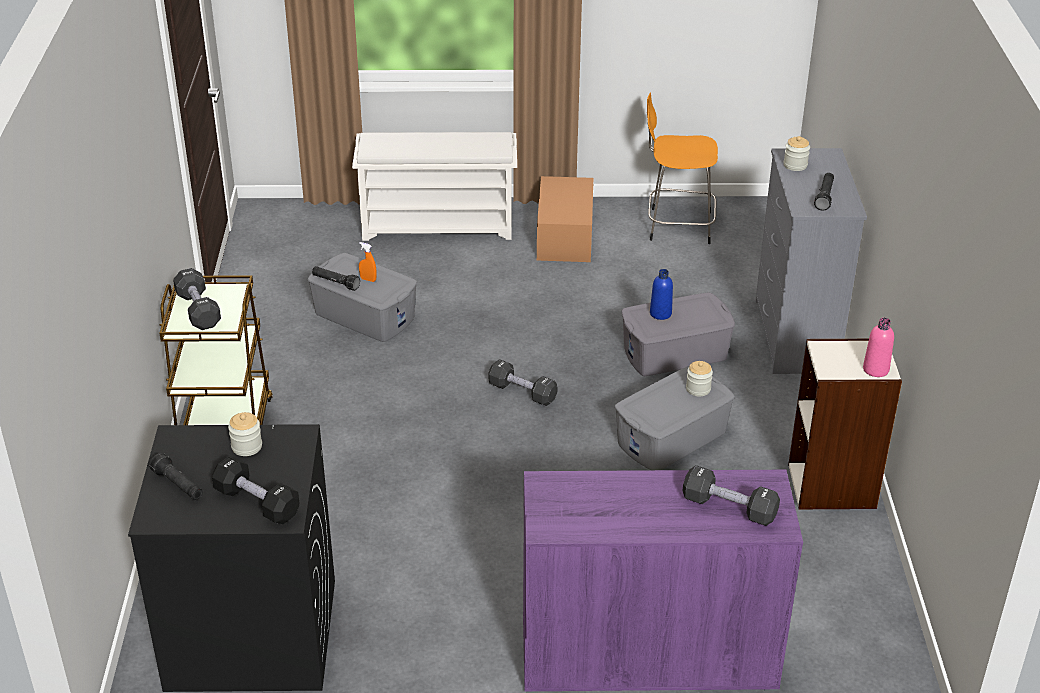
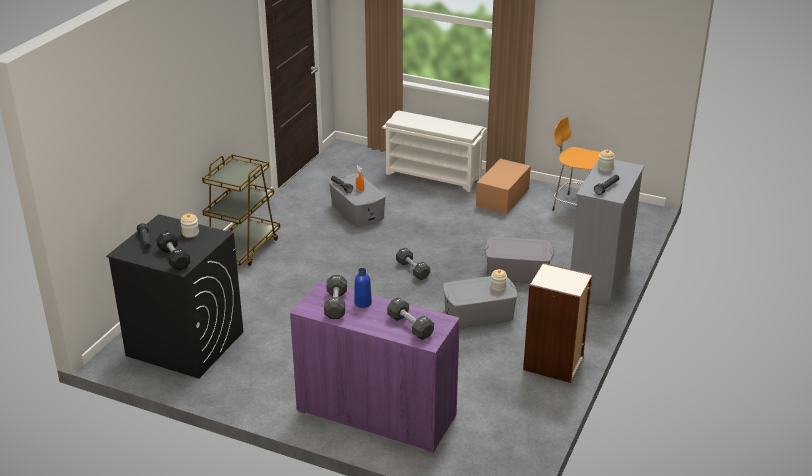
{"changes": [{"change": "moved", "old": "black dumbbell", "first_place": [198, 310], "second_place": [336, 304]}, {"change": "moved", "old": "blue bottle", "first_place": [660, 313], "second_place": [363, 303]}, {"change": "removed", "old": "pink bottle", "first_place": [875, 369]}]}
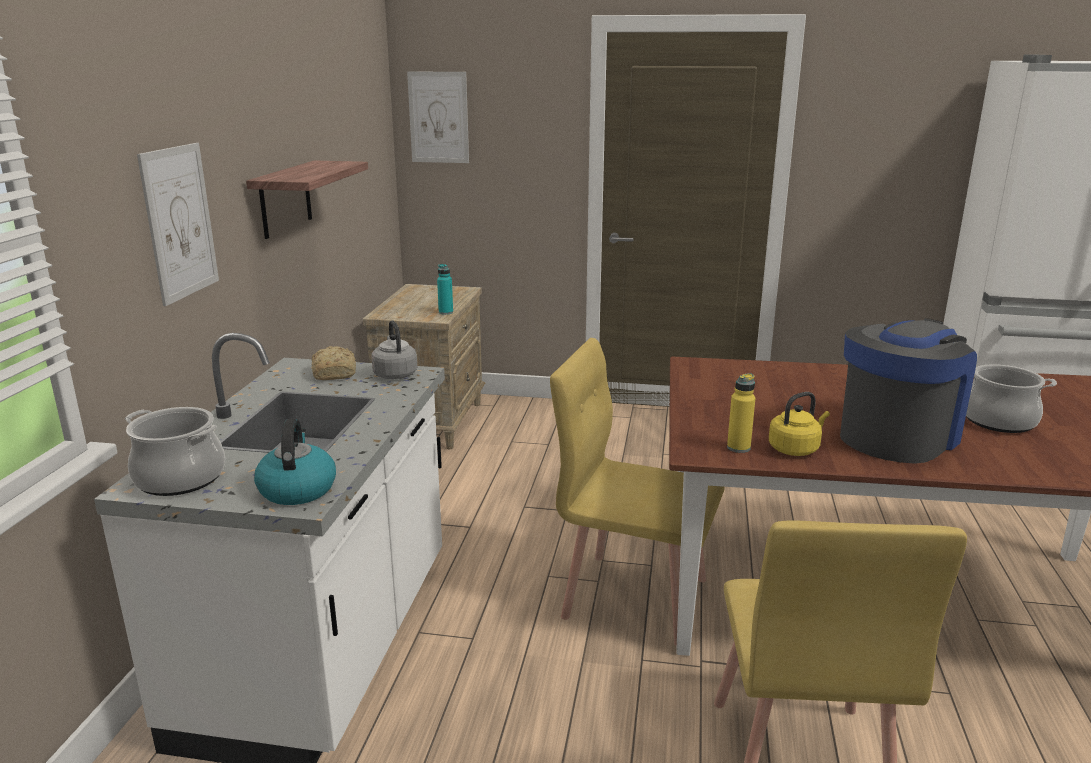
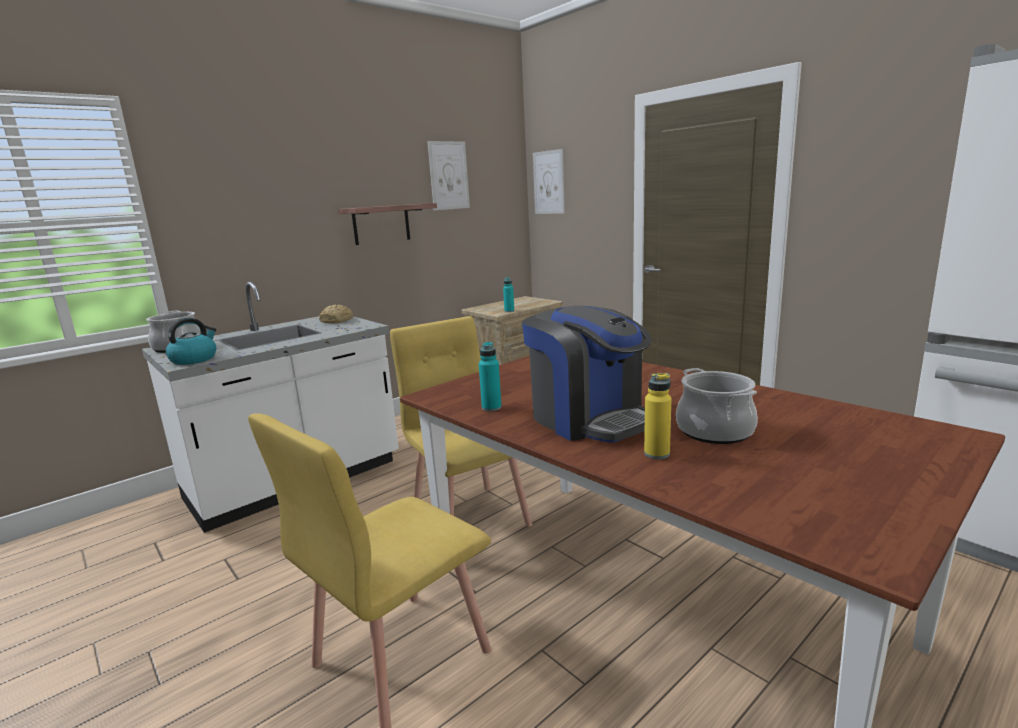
{"changes": [{"change": "moved", "old": "picture", "first_place": [179, 222], "second_place": [449, 175]}, {"change": "removed", "old": "grey kettle", "first_place": [394, 374]}, {"change": "moved", "old": "yellow bottle", "first_place": [738, 448], "second_place": [656, 454]}, {"change": "replaced", "old": "yellow kettle", "new": "turquoise bottle", "first_place": [795, 449], "second_place": [491, 408]}, {"change": "turned", "old": "coffee machine", "first_place": [897, 436], "second_place": [589, 419], "degrees": 60}]}
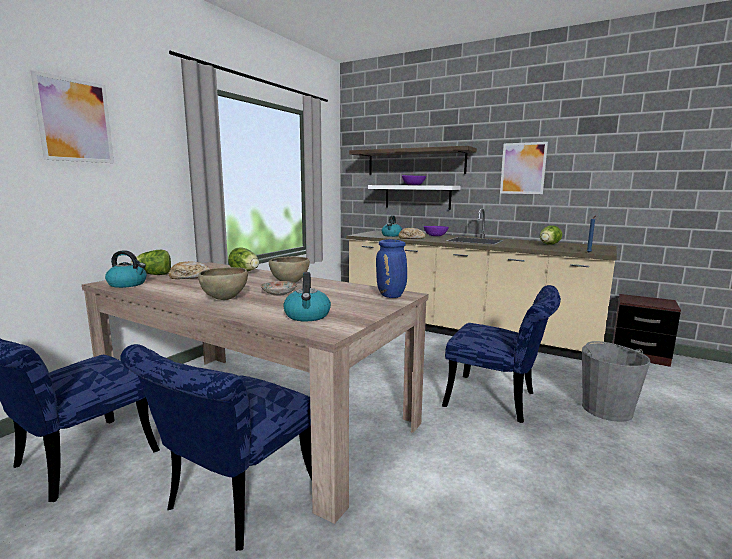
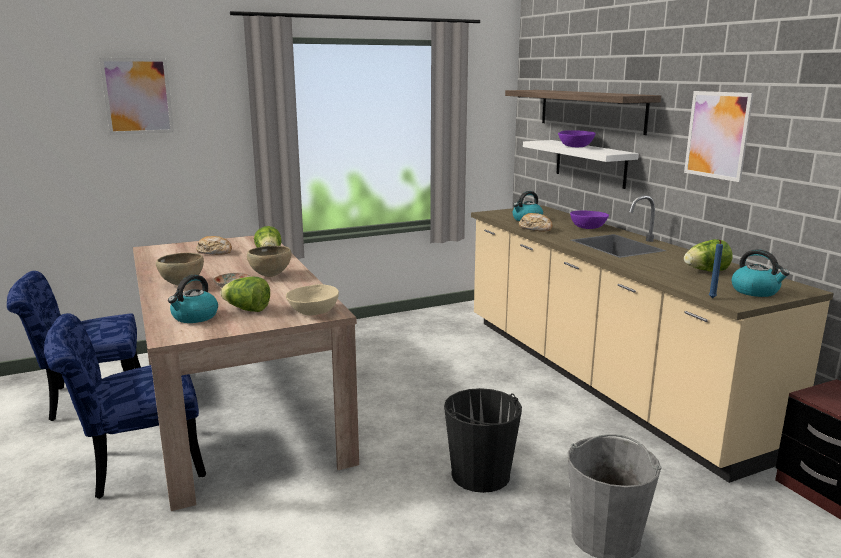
{"changes": [{"change": "moved", "old": "kettle", "first_place": [128, 284], "second_place": [755, 291]}, {"change": "moved", "old": "lettuce", "first_place": [154, 275], "second_place": [247, 309]}, {"change": "replaced", "old": "blue vase", "new": "beige bowl", "first_place": [391, 296], "second_place": [313, 312]}, {"change": "replaced", "old": "blue chair", "new": "black bucket", "first_place": [498, 401], "second_place": [481, 475]}]}
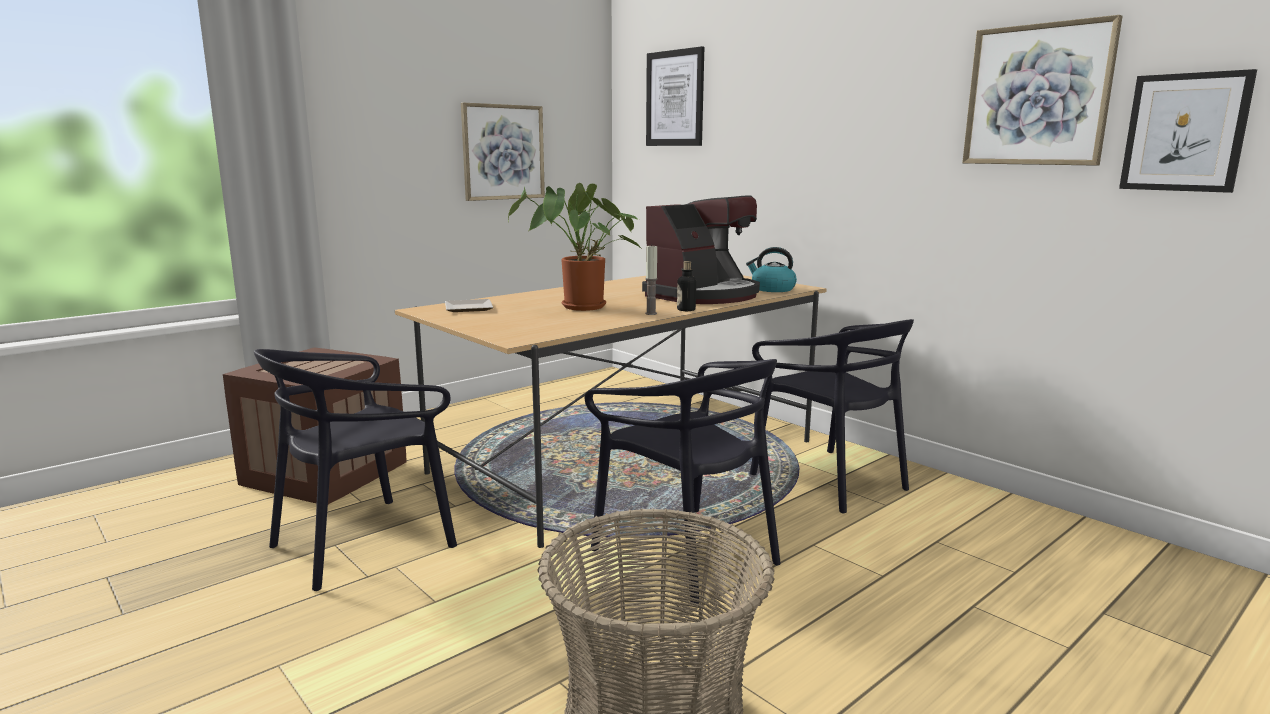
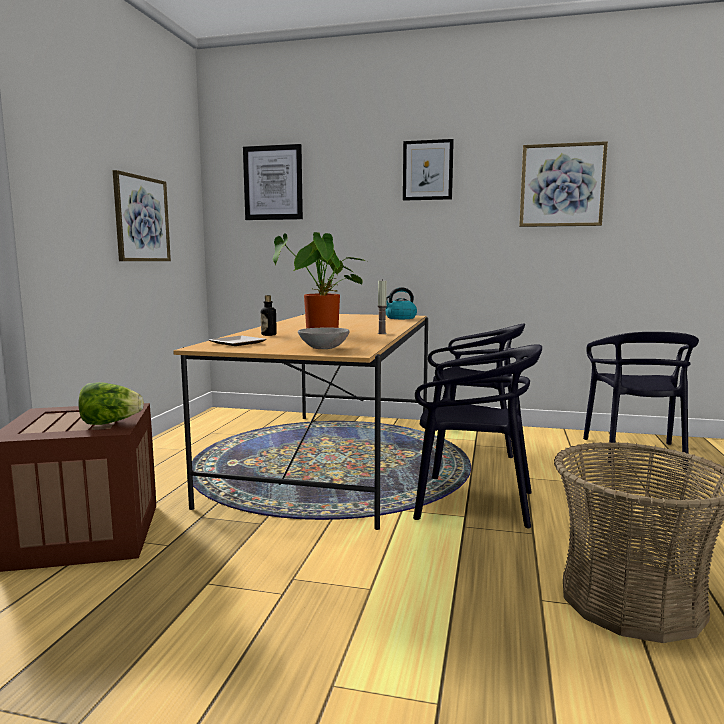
{"changes": [{"change": "moved", "old": "black chair", "first_place": [363, 543], "second_place": [635, 453]}, {"change": "removed", "old": "coffee machine", "first_place": [703, 295]}, {"change": "moved", "old": "bottle", "first_place": [686, 310], "second_place": [268, 335]}, {"change": "moved", "old": "picture", "first_place": [1184, 132], "second_place": [427, 170]}, {"change": "added", "new": "lettuce", "second_place": [110, 423]}, {"change": "added", "new": "grey bowl", "second_place": [323, 348]}]}
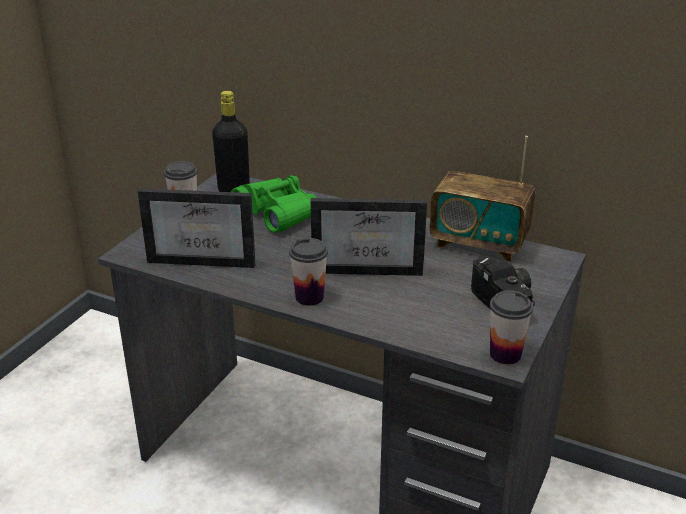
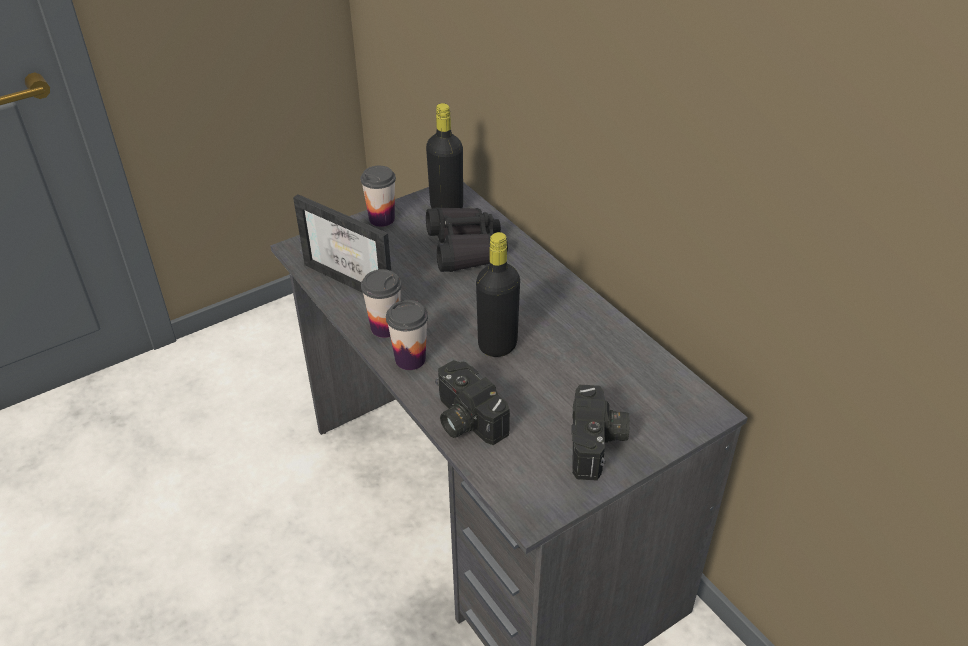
{"changes": [{"change": "recoloured", "old": "green binoculars", "new": "black binoculars", "first_place": [278, 213], "second_place": [465, 248]}, {"change": "replaced", "old": "picture frame", "new": "black bottle", "first_place": [369, 267], "second_place": [497, 345]}, {"change": "removed", "old": "radio", "first_place": [479, 244]}, {"change": "moved", "old": "cup", "first_place": [505, 354], "second_place": [385, 327]}, {"change": "added", "new": "photo camera", "second_place": [464, 419]}]}
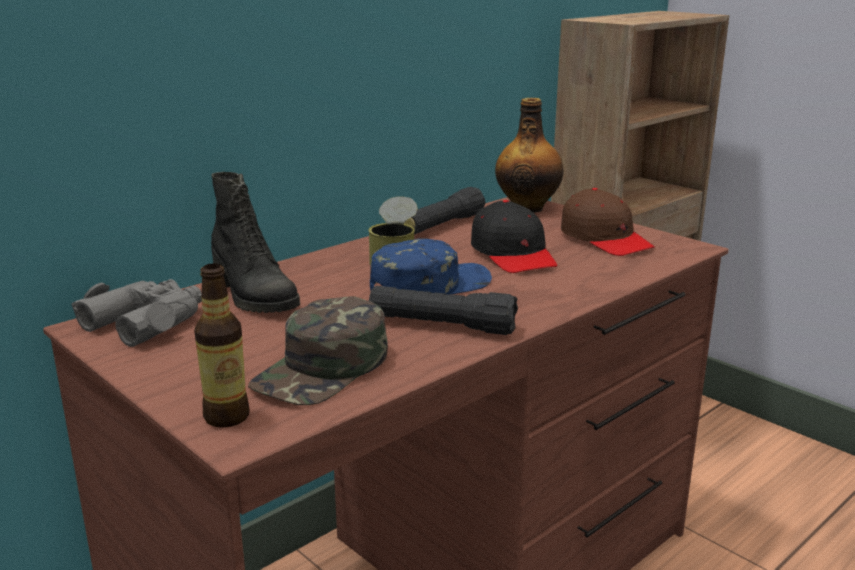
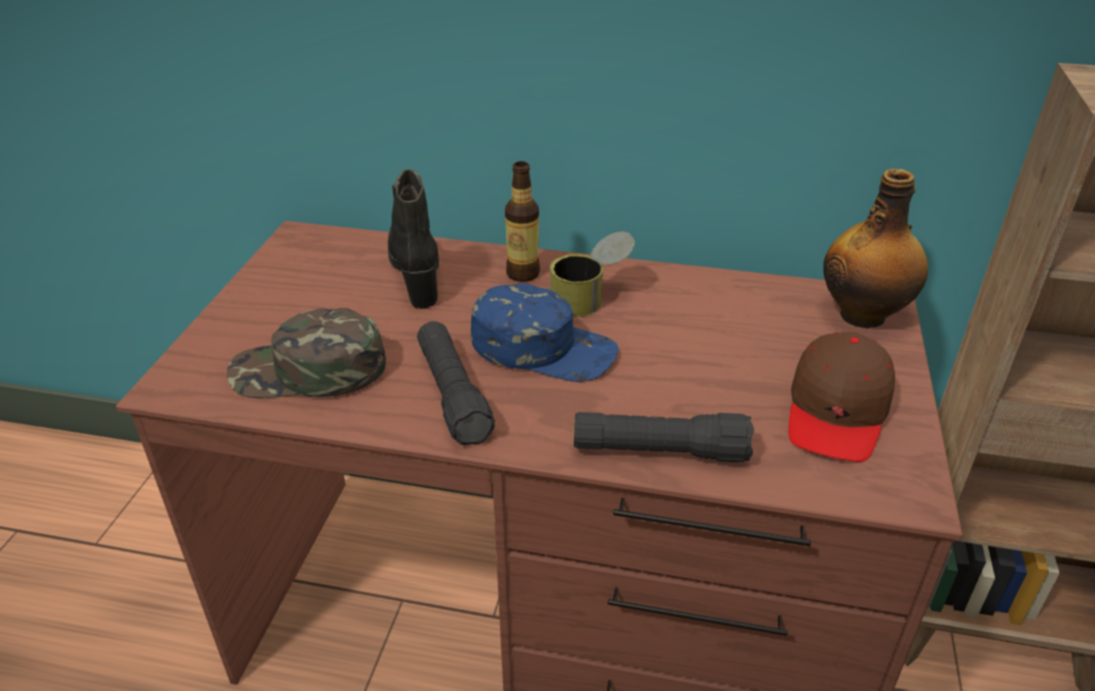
{"changes": [{"change": "removed", "old": "grey binoculars", "first_place": [147, 321]}, {"change": "moved", "old": "bottle", "first_place": [227, 417], "second_place": [523, 273]}, {"change": "turned", "old": "black boot", "first_place": [253, 297], "second_place": [416, 272], "degrees": 150}, {"change": "moved", "old": "black flashlight", "first_place": [443, 225], "second_place": [659, 451]}, {"change": "removed", "old": "black cap", "first_place": [513, 254]}]}
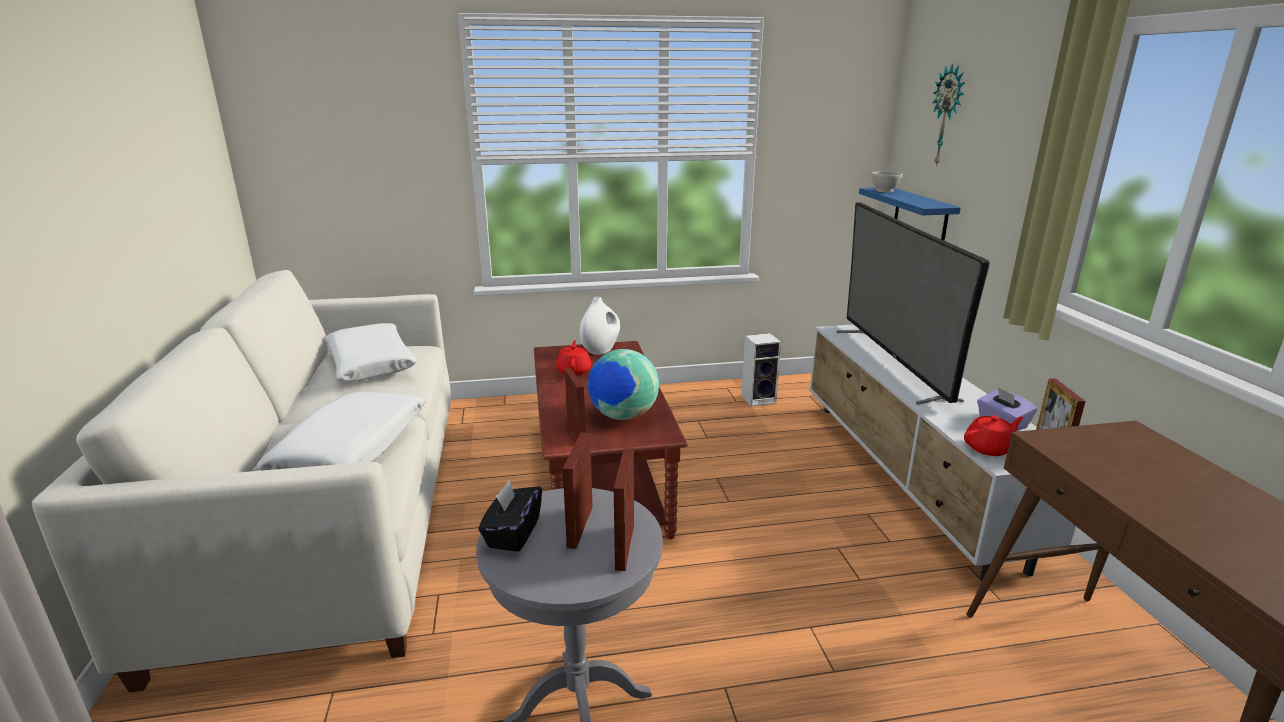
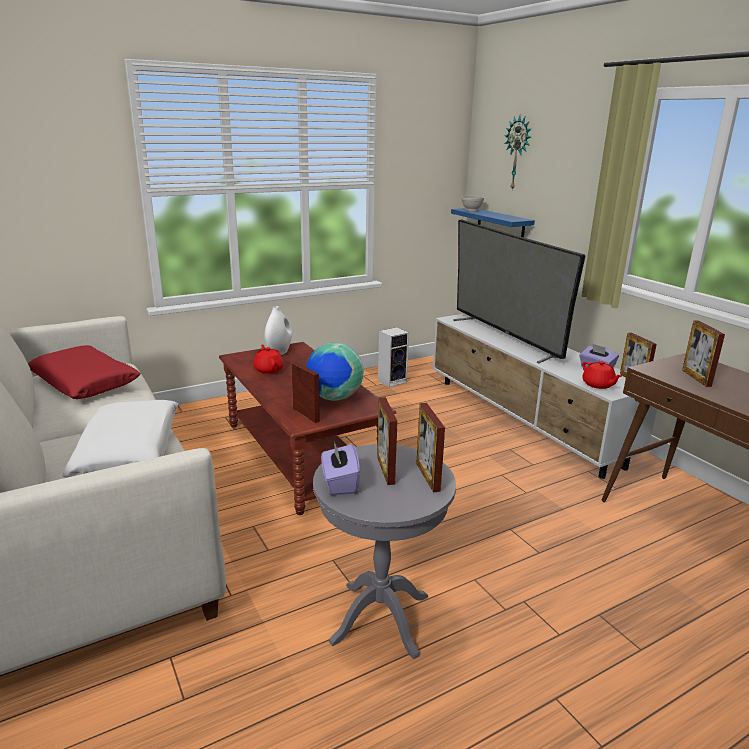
{"changes": [{"change": "recoloured", "old": "white pillow", "new": "red pillow", "first_place": [371, 364], "second_place": [85, 382]}, {"change": "recoloured", "old": "black tissue box", "new": "purple tissue box", "first_place": [513, 533], "second_place": [340, 483]}, {"change": "turned", "old": "red teapot", "first_place": [989, 448], "second_place": [598, 385], "degrees": 105}, {"change": "added", "new": "picture frame", "second_place": [696, 378]}]}
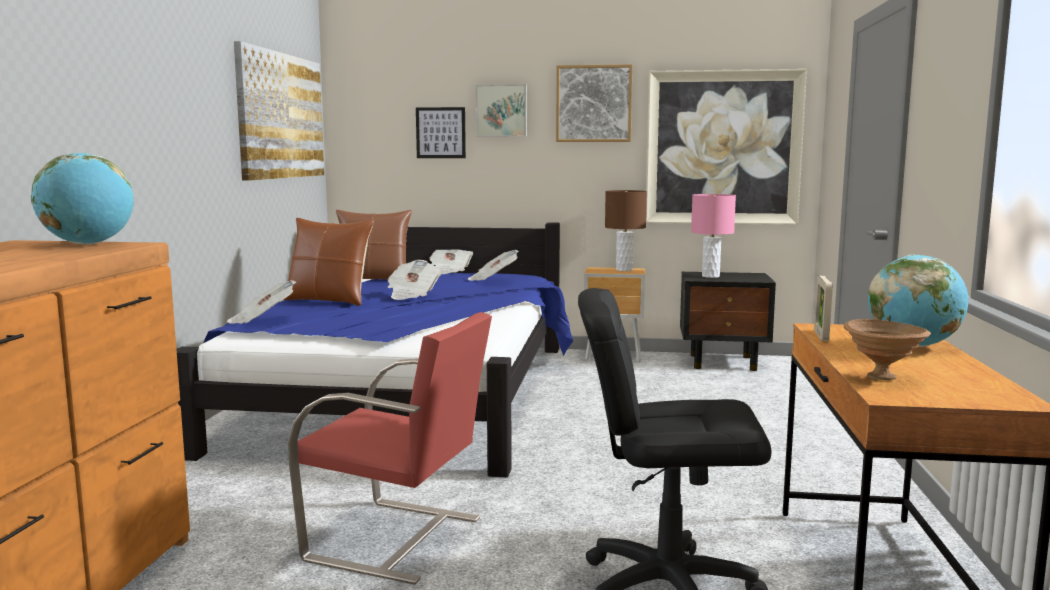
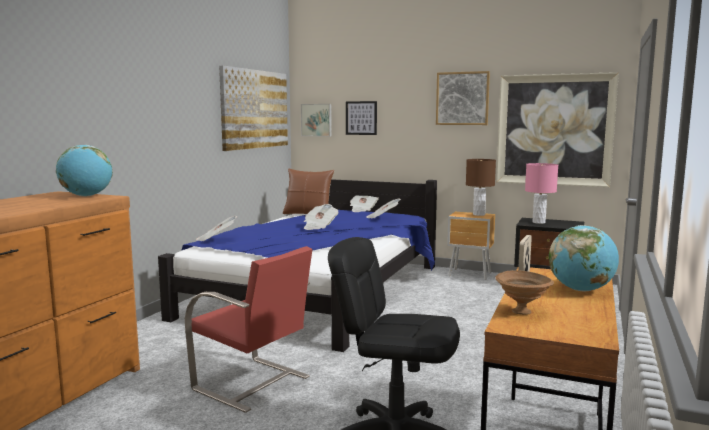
{"changes": [{"change": "removed", "old": "brown pillow", "first_place": [328, 300]}, {"change": "moved", "old": "picture", "first_place": [501, 111], "second_place": [316, 120]}]}
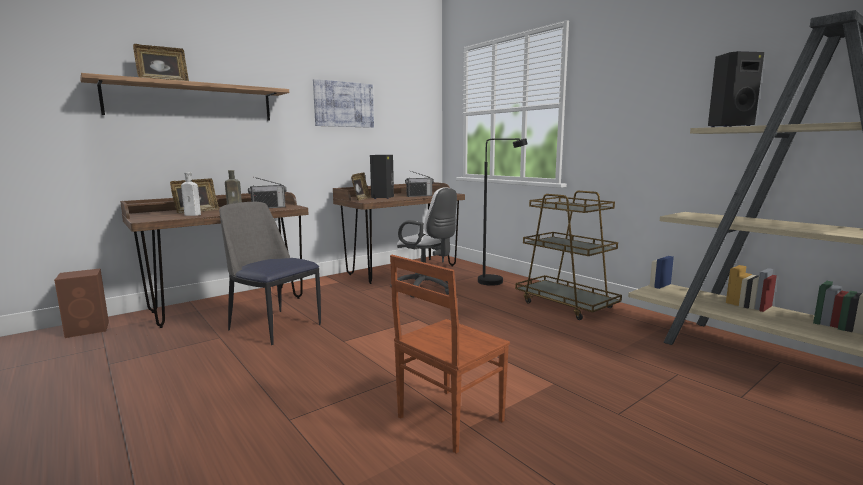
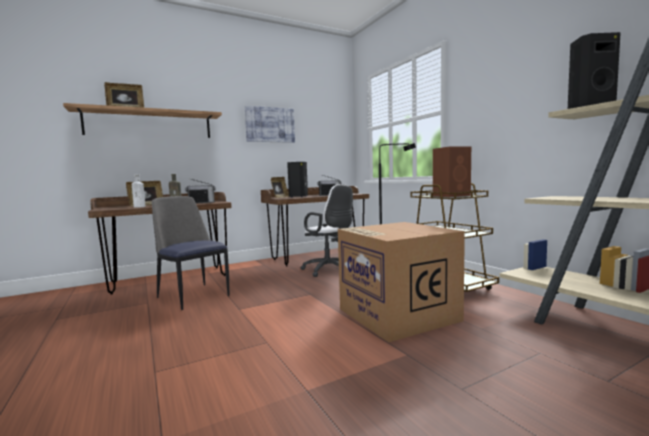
{"changes": [{"change": "moved", "old": "brown speaker", "first_place": [89, 329], "second_place": [452, 196]}, {"change": "removed", "old": "brown chair", "first_place": [448, 419]}, {"change": "added", "new": "cardboard box", "second_place": [396, 314]}]}
